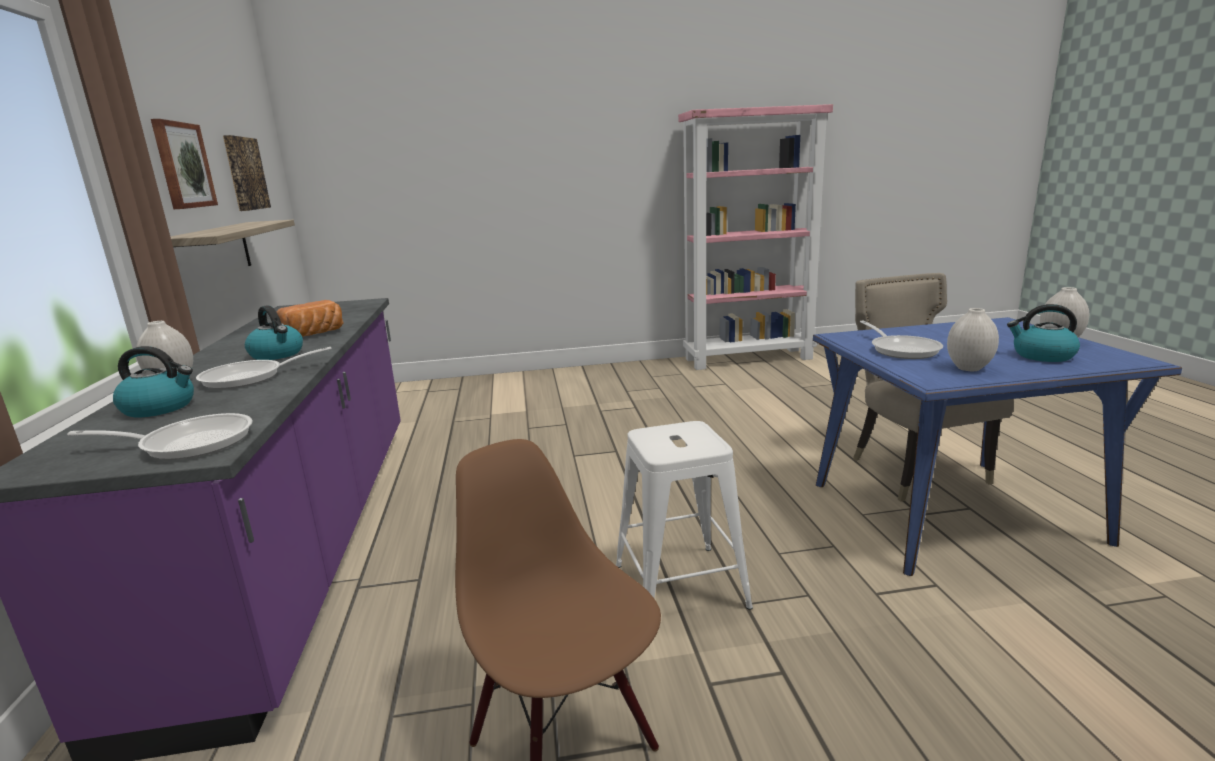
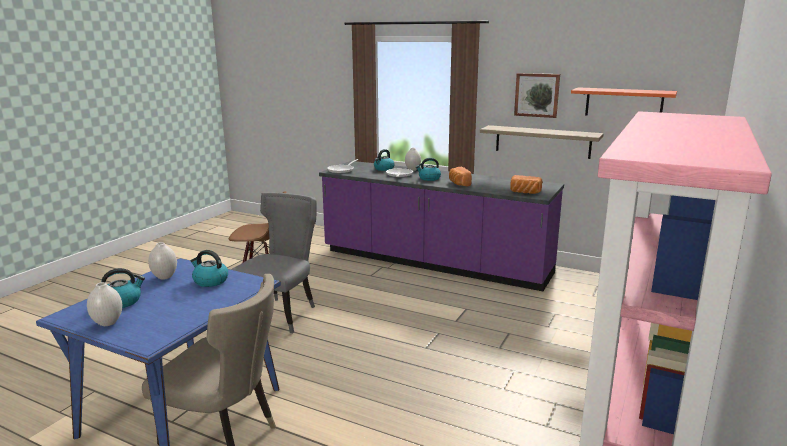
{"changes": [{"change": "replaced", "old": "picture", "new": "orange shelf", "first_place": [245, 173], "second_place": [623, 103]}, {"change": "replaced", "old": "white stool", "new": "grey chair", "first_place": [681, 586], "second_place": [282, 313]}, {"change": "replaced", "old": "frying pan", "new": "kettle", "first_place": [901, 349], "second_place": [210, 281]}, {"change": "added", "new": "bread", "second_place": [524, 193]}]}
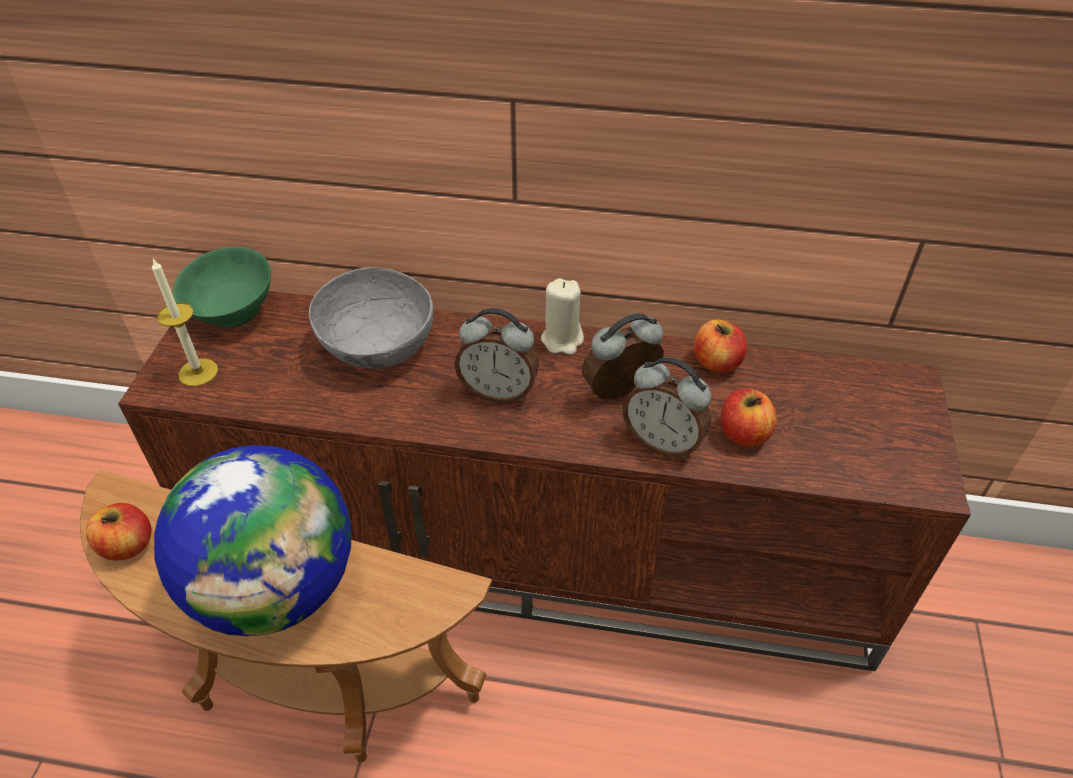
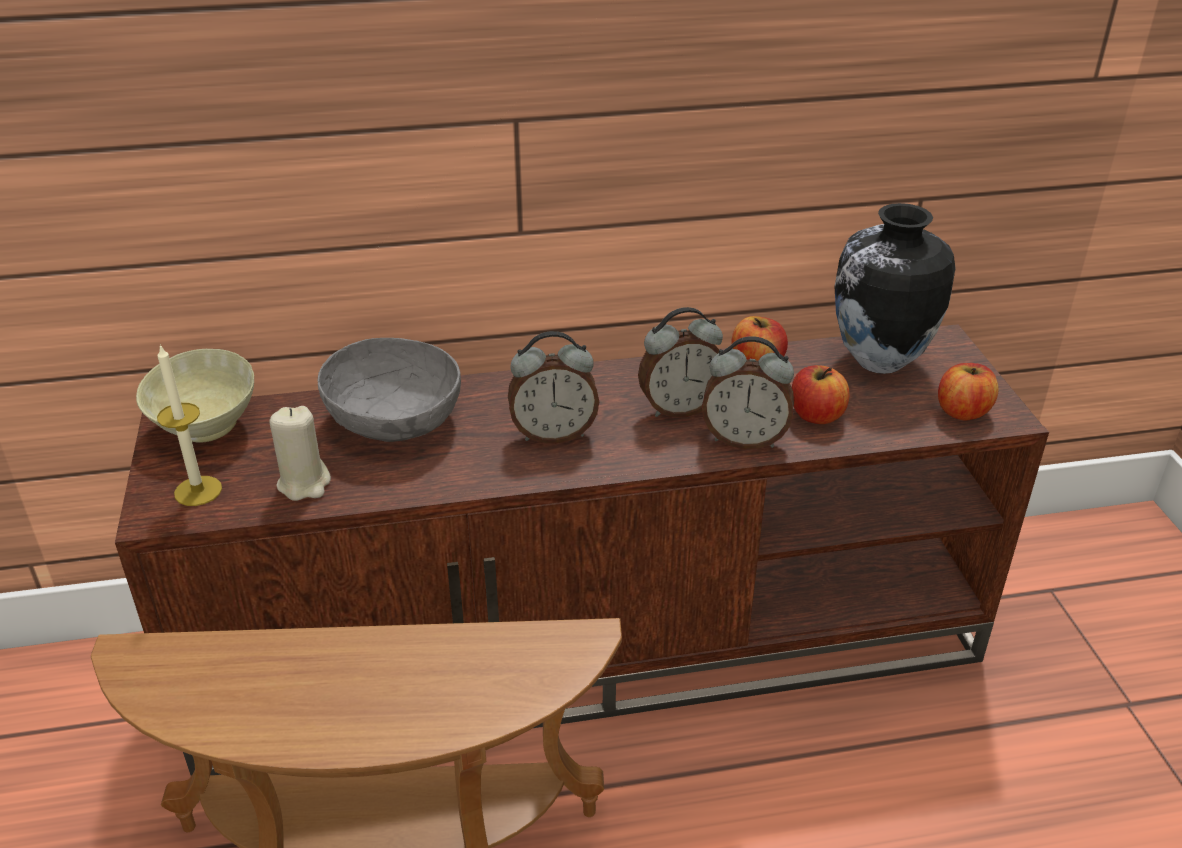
{"changes": [{"change": "moved", "old": "apple", "first_place": [128, 545], "second_place": [962, 411]}, {"change": "removed", "old": "globe", "first_place": [277, 587]}, {"change": "recoloured", "old": "green bowl", "new": "beige bowl", "first_place": [232, 314], "second_place": [204, 428]}, {"change": "moved", "old": "beige candle", "first_place": [562, 340], "second_place": [304, 483]}, {"change": "turned", "old": "alarm clock", "first_place": [621, 393], "second_place": [679, 408], "degrees": -150}, {"change": "added", "new": "vase", "second_place": [878, 362]}]}
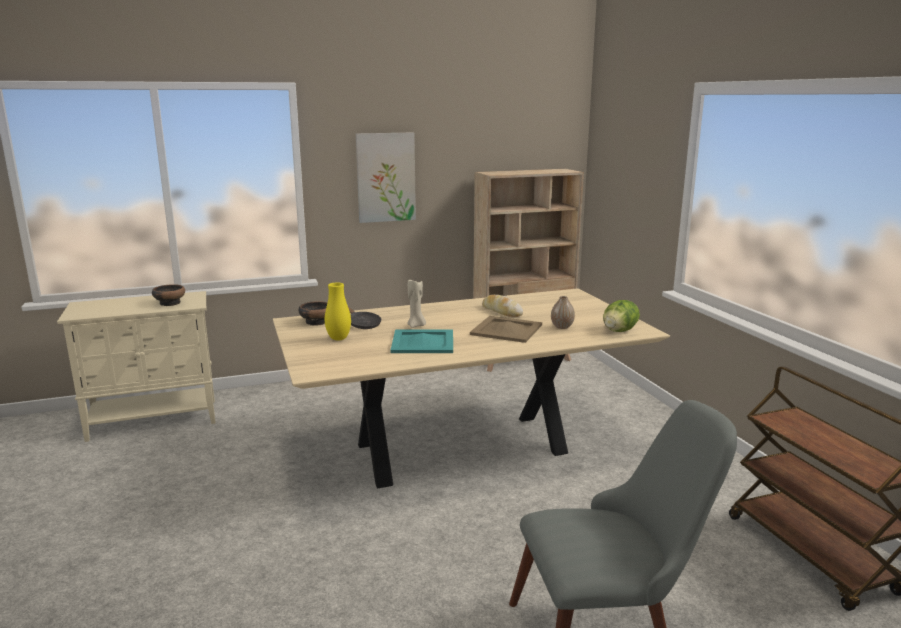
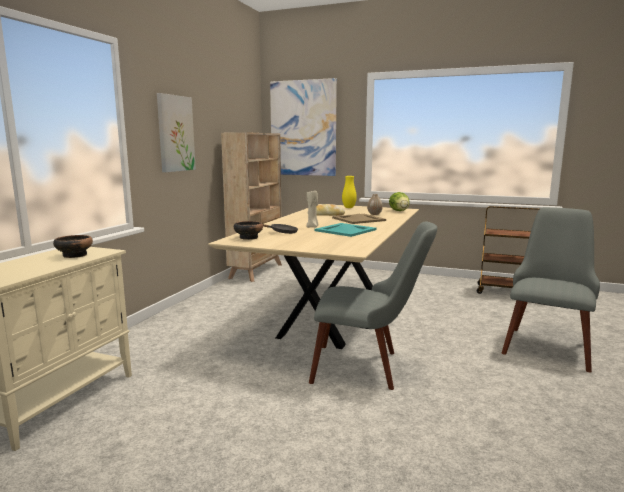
{"changes": [{"change": "moved", "old": "yellow vase", "first_place": [338, 339], "second_place": [349, 207]}, {"change": "added", "new": "picture", "second_place": [303, 128]}, {"change": "added", "new": "grey chair", "second_place": [368, 367]}]}
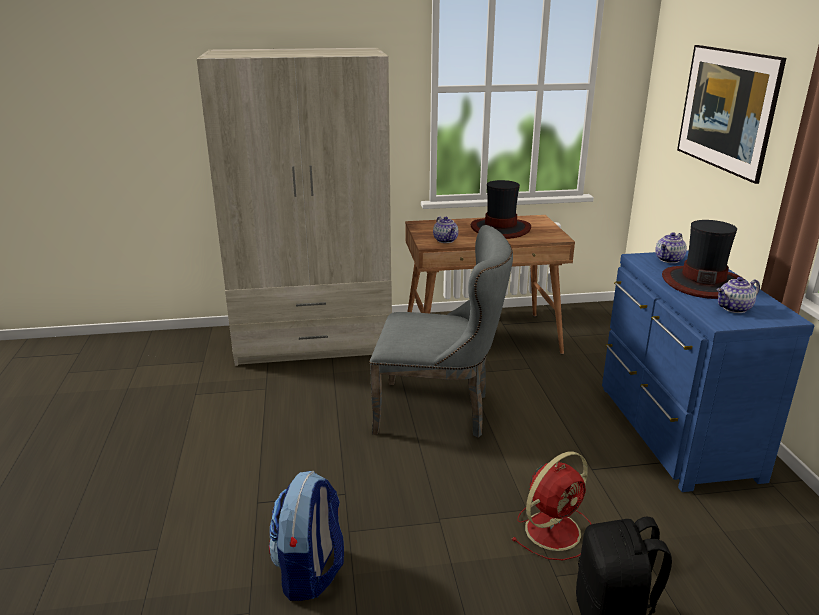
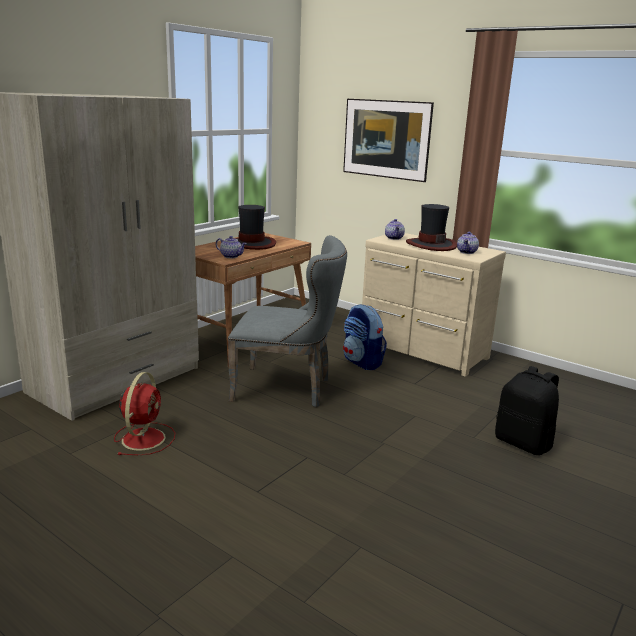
{"changes": [{"change": "moved", "old": "backpack", "first_place": [310, 572], "second_place": [362, 362]}, {"change": "turned", "old": "grey chair", "first_place": [440, 411], "second_place": [288, 388], "degrees": 45}, {"change": "moved", "old": "red fan", "first_place": [554, 529], "second_place": [144, 438]}, {"change": "recoloured", "old": "blue dresser", "new": "beige dresser", "first_place": [673, 432], "second_place": [422, 351]}]}
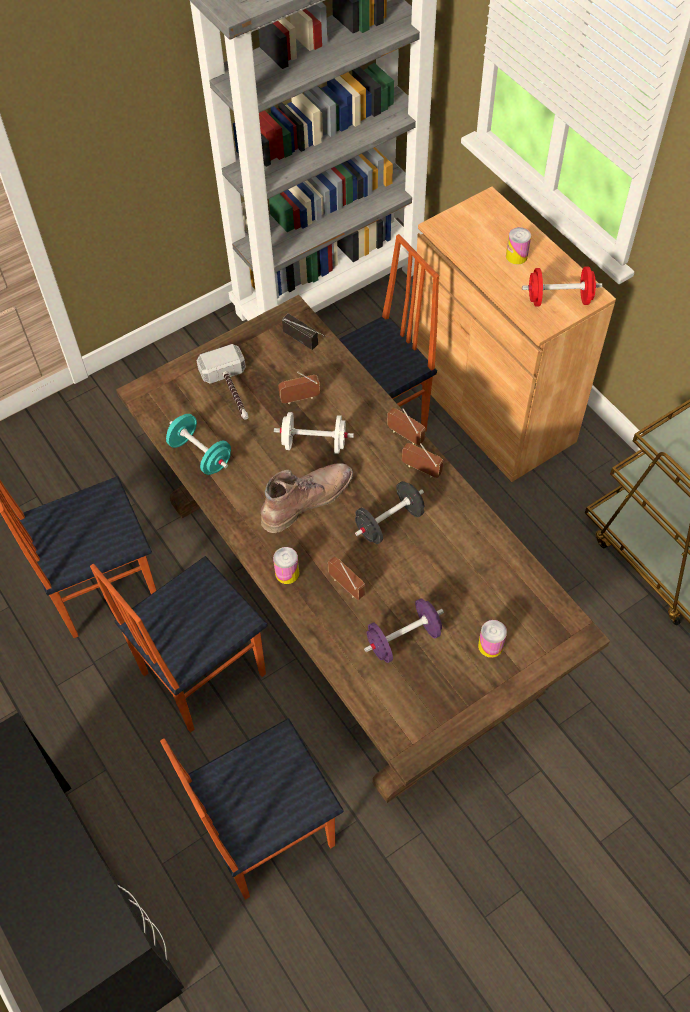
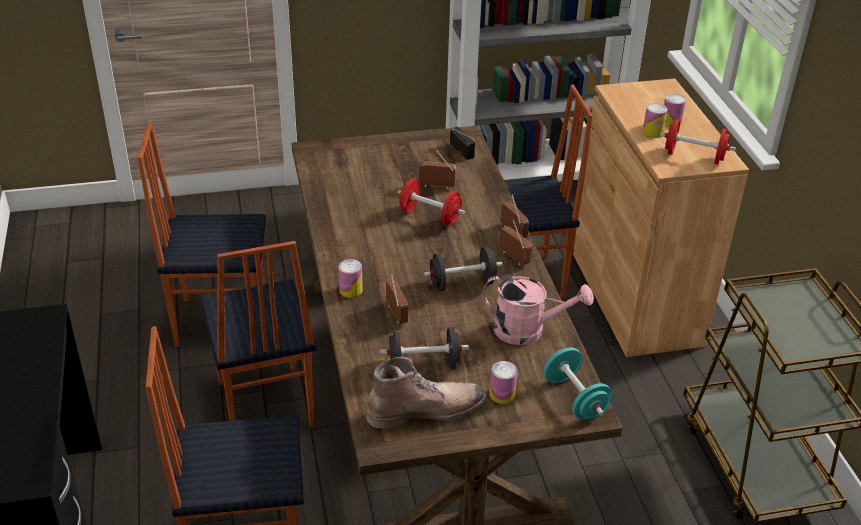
{"changes": [{"change": "turned", "old": "chair", "first_place": [201, 673], "second_place": [263, 405], "degrees": -90}, {"change": "moved", "old": "turquoise dumbbell", "first_place": [200, 454], "second_place": [575, 398]}, {"change": "removed", "old": "hammer", "first_place": [232, 392]}, {"change": "moved", "old": "brown boot", "first_place": [306, 499], "second_place": [426, 409]}, {"change": "recoloured", "old": "white dumbbell", "new": "red dumbbell", "first_place": [314, 443], "second_place": [430, 216]}, {"change": "recoloured", "old": "purple dumbbell", "new": "black dumbbell", "first_place": [403, 639], "second_place": [424, 365]}, {"change": "added", "new": "pink watering can", "second_place": [528, 330]}, {"change": "added", "new": "can", "second_place": [652, 132]}]}
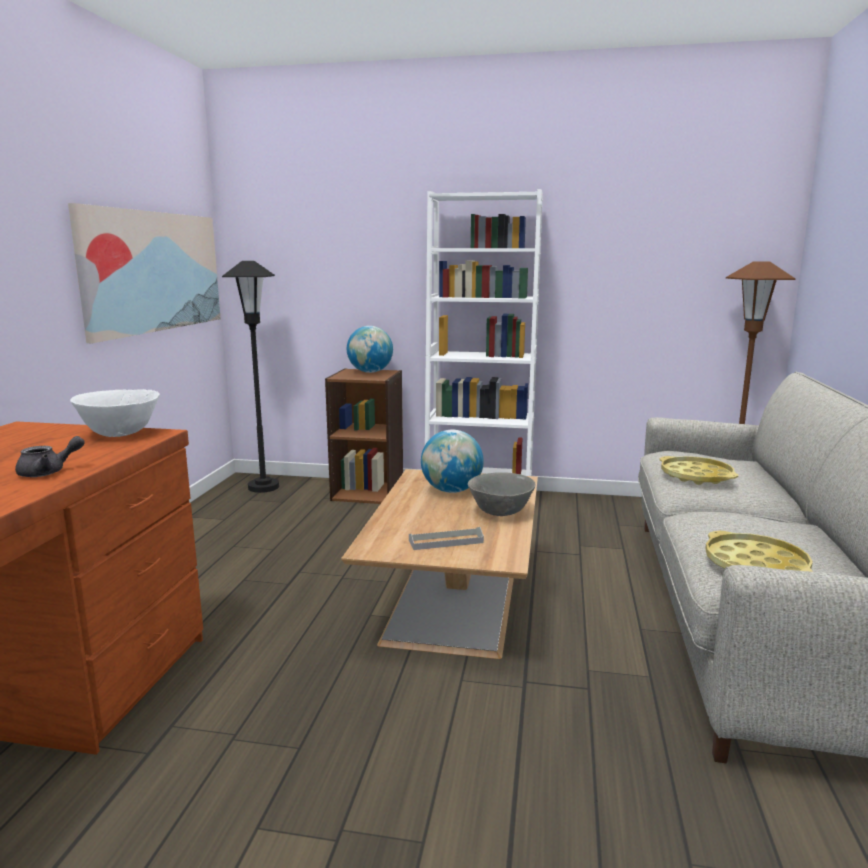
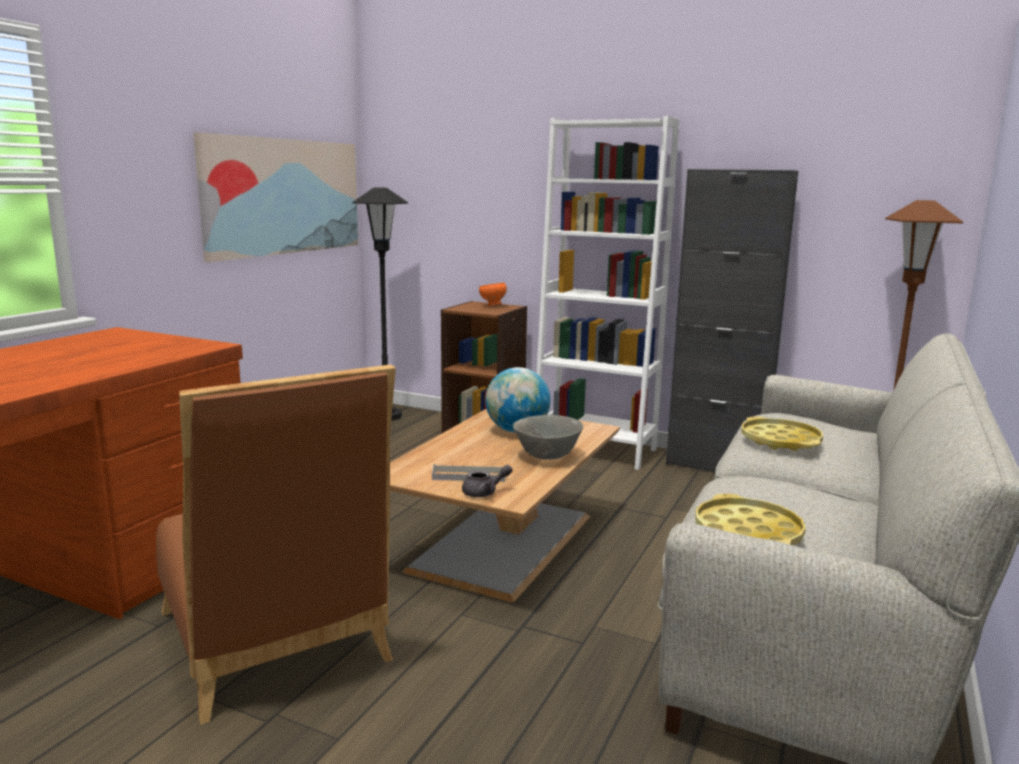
{"changes": [{"change": "moved", "old": "grey teapot", "first_place": [48, 472], "second_place": [484, 492]}, {"change": "removed", "old": "white bowl", "first_place": [119, 434]}, {"change": "replaced", "old": "globe", "new": "orange bowl", "first_place": [370, 372], "second_place": [492, 306]}, {"change": "added", "new": "brown chair", "second_place": [276, 644]}, {"change": "added", "new": "black cabinet", "second_place": [715, 466]}]}
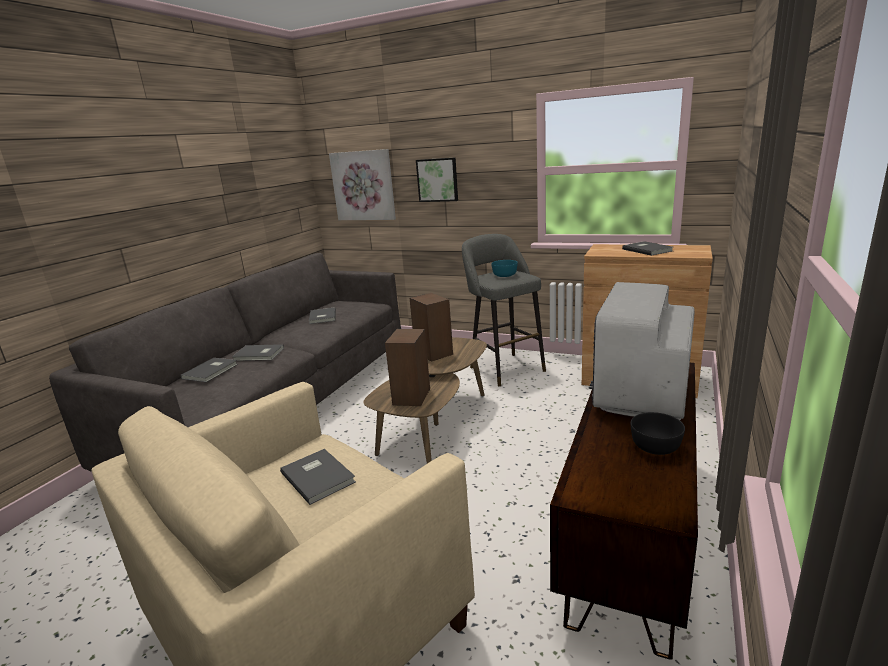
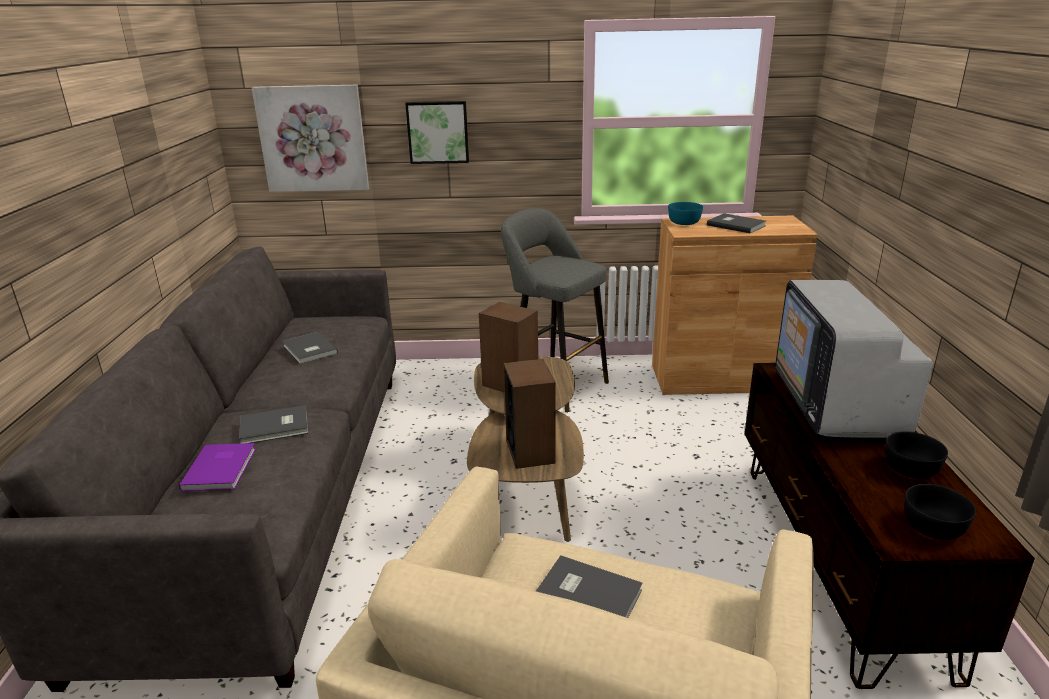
{"changes": [{"change": "recoloured", "old": "grey book", "new": "purple book", "first_place": [211, 371], "second_place": [222, 468]}, {"change": "moved", "old": "turquoise bowl", "first_place": [504, 275], "second_place": [684, 222]}, {"change": "added", "new": "black bowl", "second_place": [932, 526]}]}
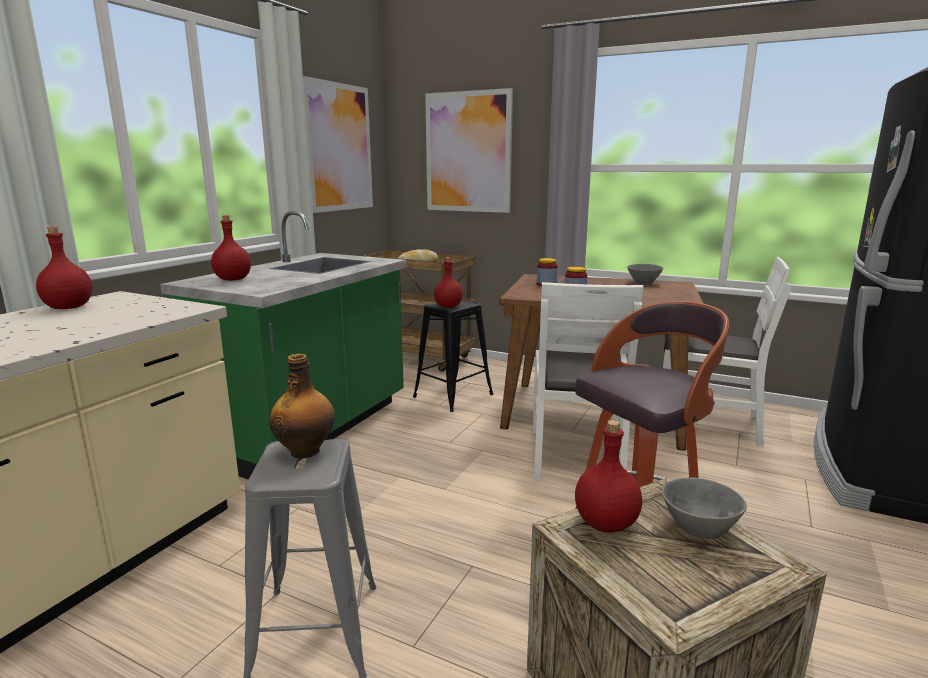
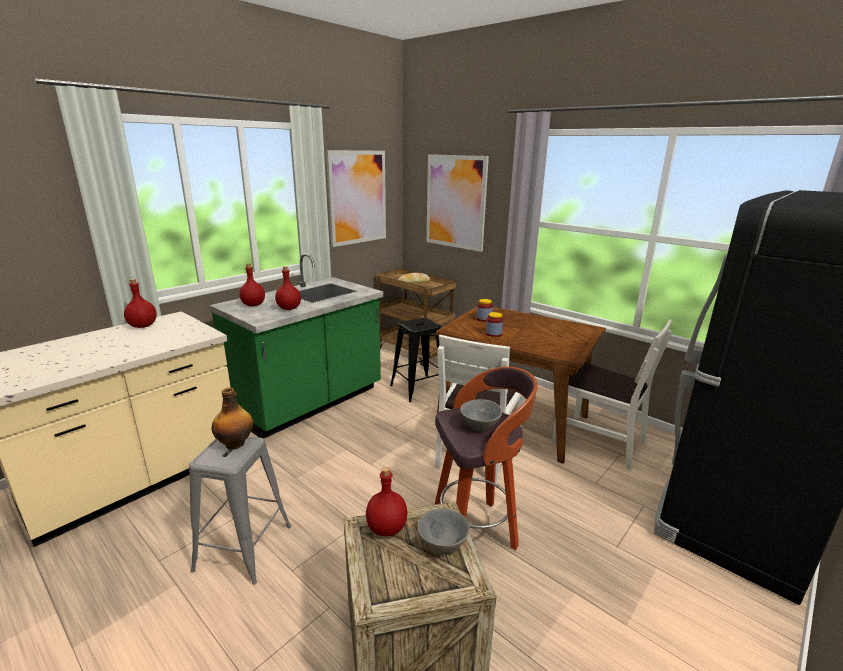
{"changes": [{"change": "moved", "old": "red bottle", "first_place": [448, 306], "second_place": [289, 308]}, {"change": "moved", "old": "grey bowl", "first_place": [642, 283], "second_place": [479, 426]}]}
